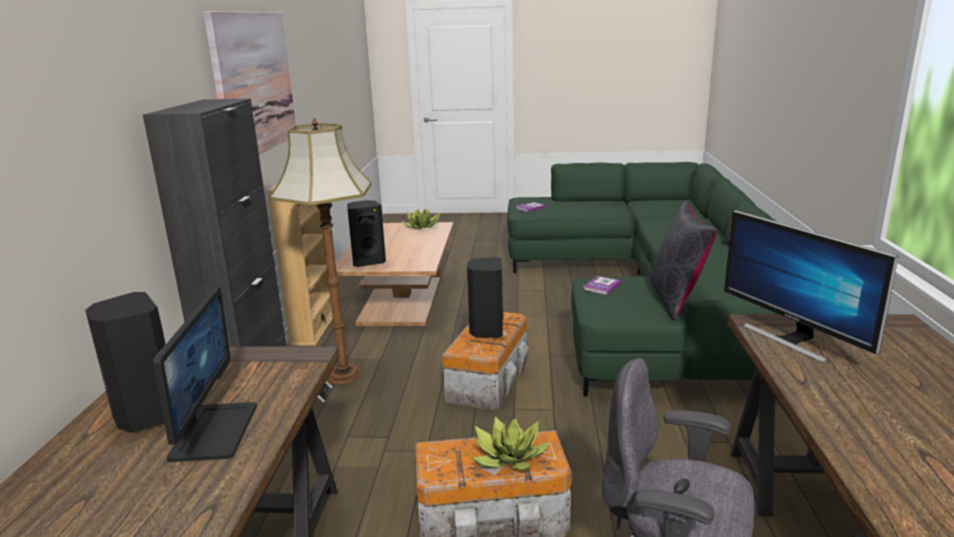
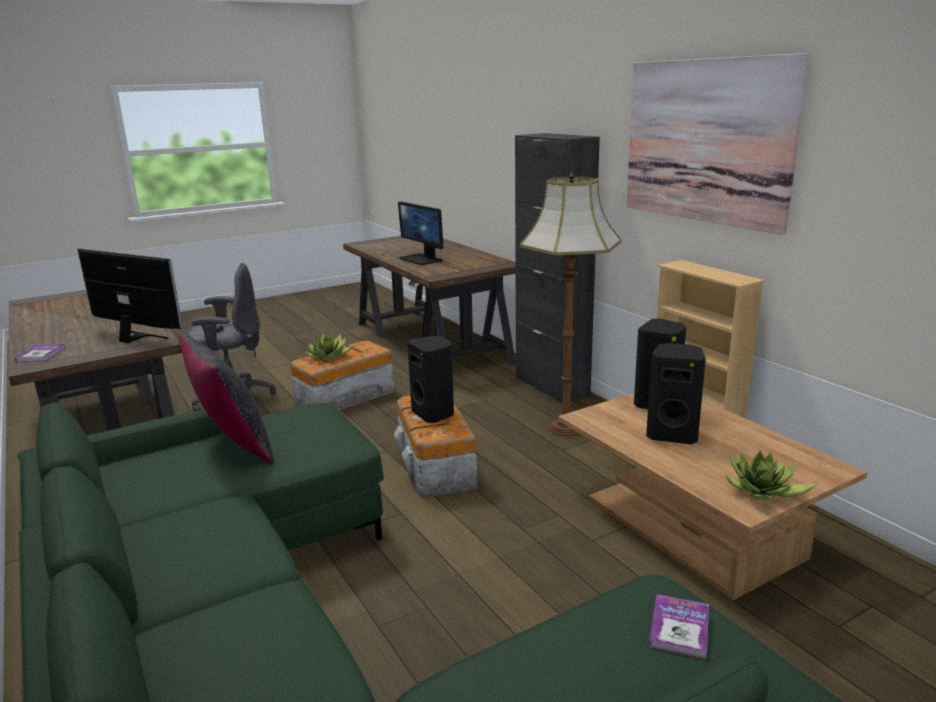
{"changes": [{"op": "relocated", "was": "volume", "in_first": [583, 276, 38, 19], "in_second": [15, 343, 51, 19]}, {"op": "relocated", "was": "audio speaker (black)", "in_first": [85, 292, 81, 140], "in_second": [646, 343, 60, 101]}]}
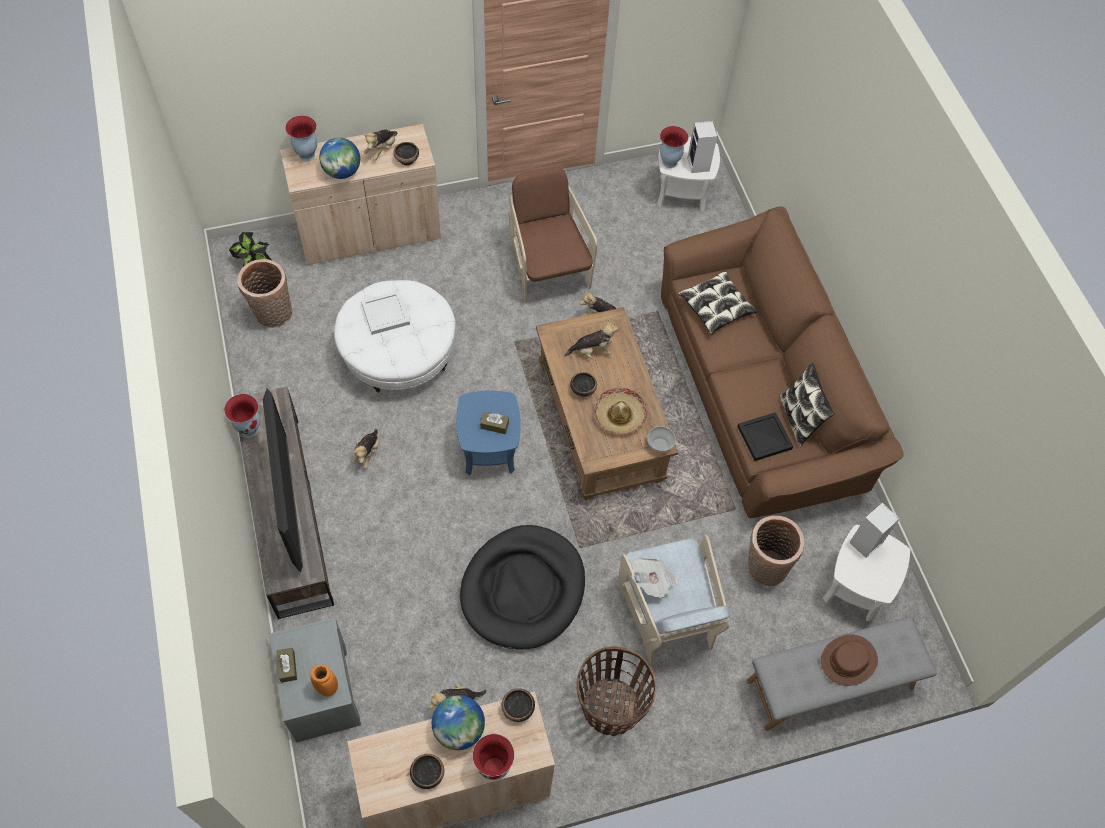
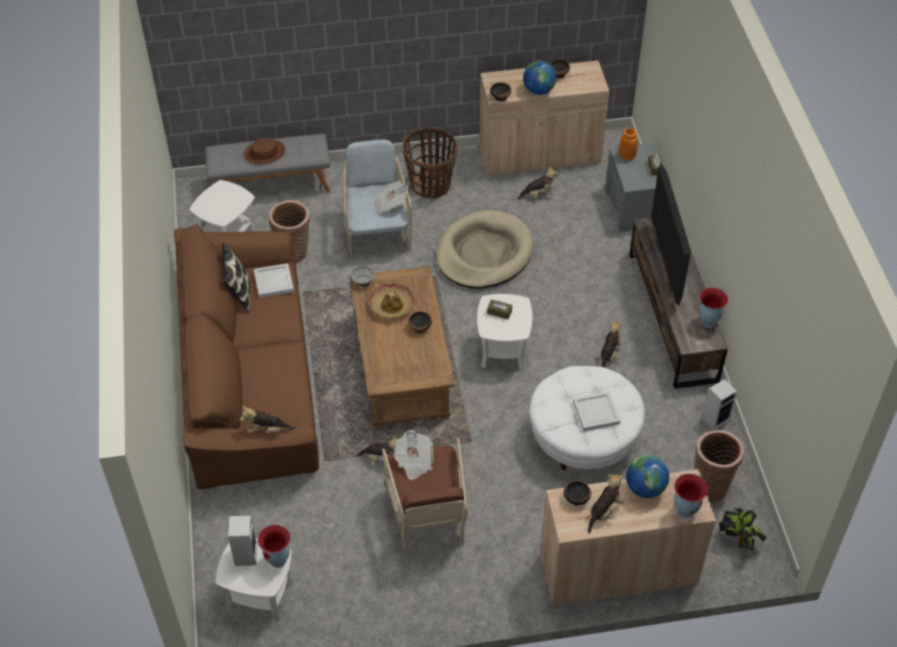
{"changes": [{"op": "relocated", "was": "soft toy", "in_first": [564, 320, 55, 38], "in_second": [240, 406, 56, 28]}, {"op": "colour", "was": "carrying tray (black)", "now": "carrying tray (white-coloured)", "in_first": [737, 412, 57, 49], "in_second": [254, 263, 40, 35]}, {"op": "appeared", "now": "newspaper", "in_second": [394, 430, 39, 50]}, {"op": "colour", "was": "dog cushion (black)", "now": "dog cushion (beige-coloured)", "in_first": [460, 525, 125, 124], "in_second": [436, 210, 98, 79]}, {"op": "colour", "was": "end table (blue)", "now": "end table (white-coloured)", "in_first": [456, 391, 65, 85], "in_second": [477, 294, 55, 76]}, {"op": "relocated", "was": "audio speaker", "in_first": [850, 503, 49, 55], "in_second": [702, 379, 35, 51]}, {"op": "missing", "was": "decorative vase", "in_first": [472, 734, 43, 46]}, {"op": "missing", "was": "cushion", "in_first": [678, 271, 80, 64]}]}
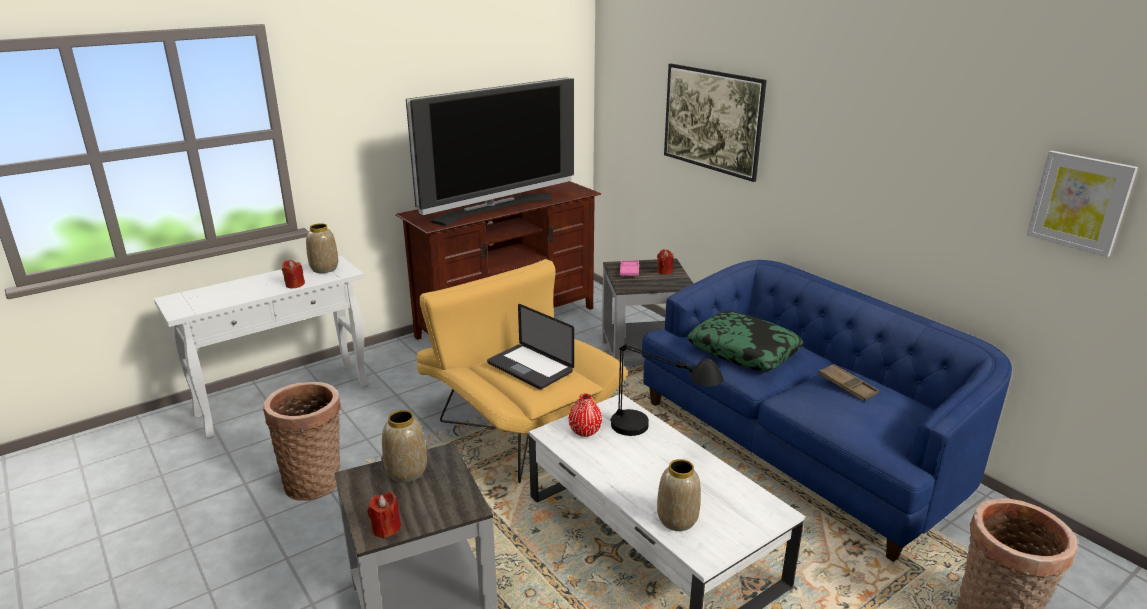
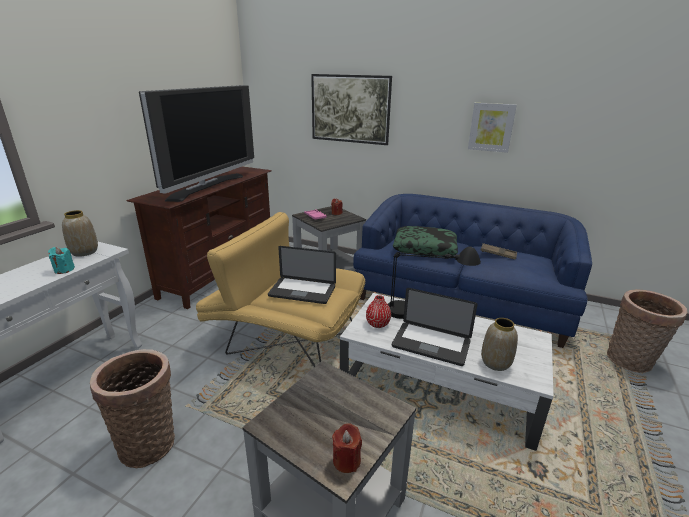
{"changes": [{"op": "colour", "was": "candle (red)", "now": "candle (turquoise-coloured)", "in_first": [282, 260, 23, 28], "in_second": [48, 247, 27, 27]}, {"op": "appeared", "now": "notebook computer", "in_second": [392, 288, 85, 78]}, {"op": "relocated", "was": "picture", "in_first": [1027, 151, 111, 106], "in_second": [468, 103, 49, 50]}, {"op": "missing", "was": "decorative vase", "in_first": [382, 410, 45, 73]}]}
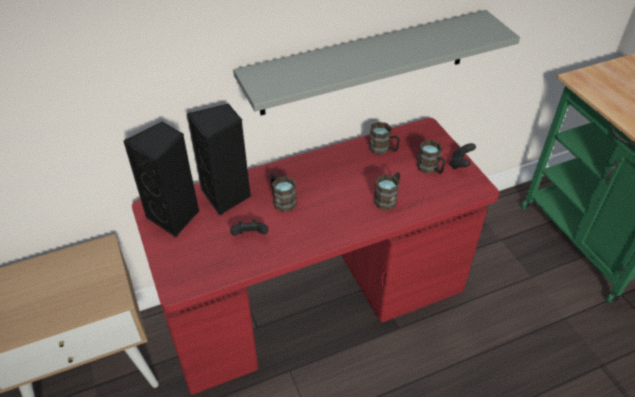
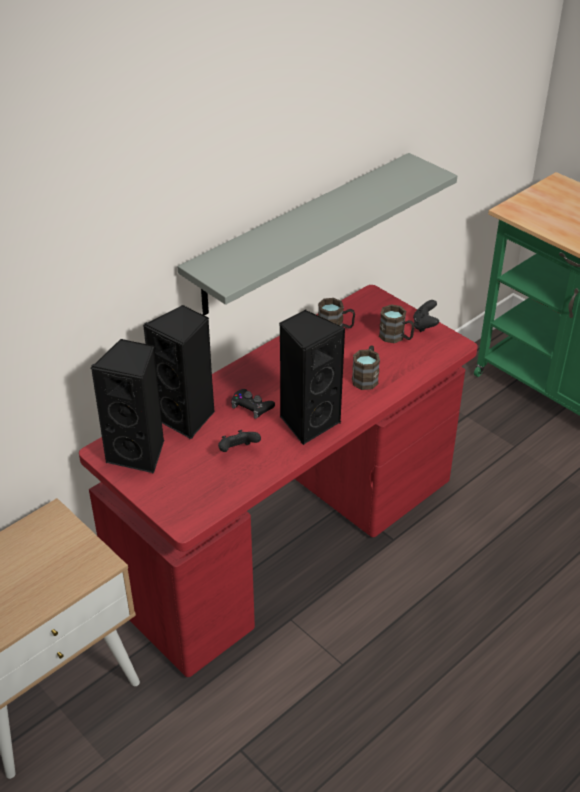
{"changes": [{"op": "exchanged", "was": "tea mug (brown-coloured)", "now": "game controller (black)", "in_first": [270, 174, 27, 38], "in_second": [231, 389, 44, 30]}, {"op": "appeared", "now": "audio speaker (black)", "in_second": [279, 310, 66, 135]}]}
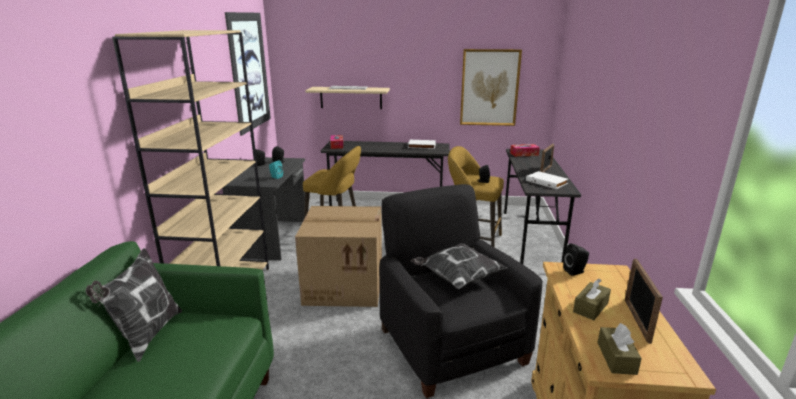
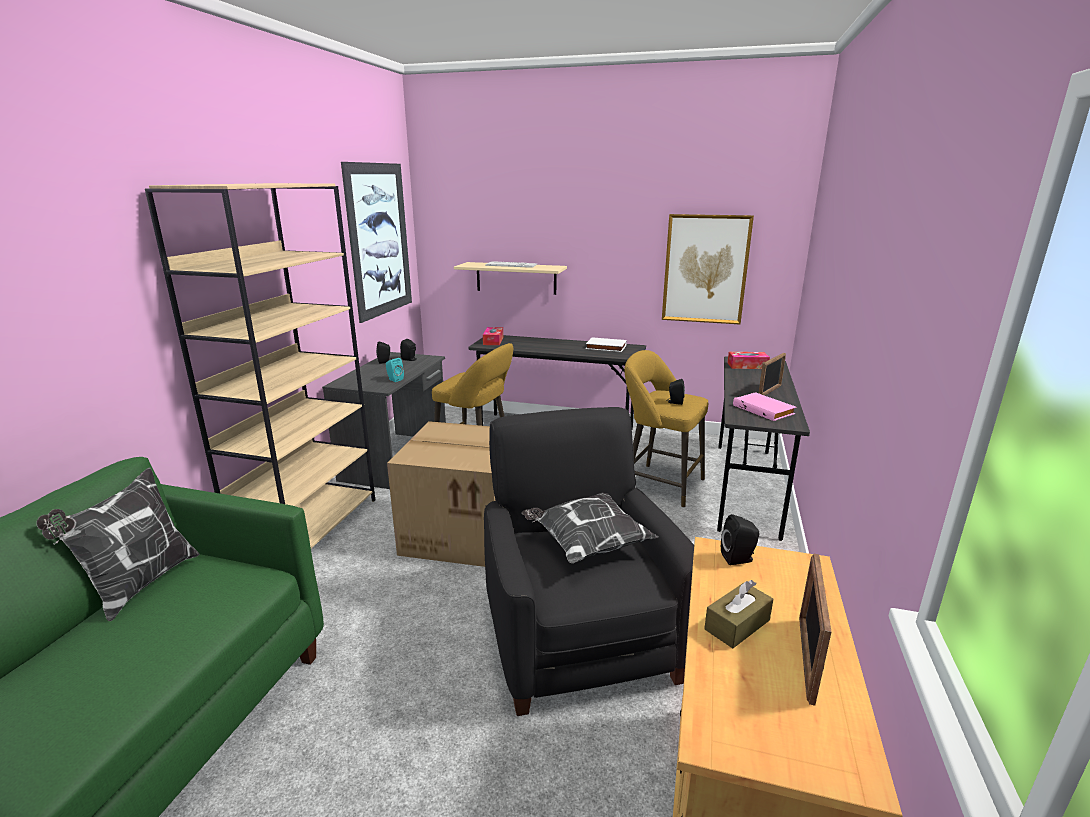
{"changes": [{"op": "colour", "was": "volume (white-coloured)", "now": "volume (pink)", "in_first": [526, 171, 42, 18], "in_second": [733, 392, 63, 29]}, {"op": "missing", "was": "tissue box (brown-coloured)", "in_first": [597, 323, 45, 52]}]}
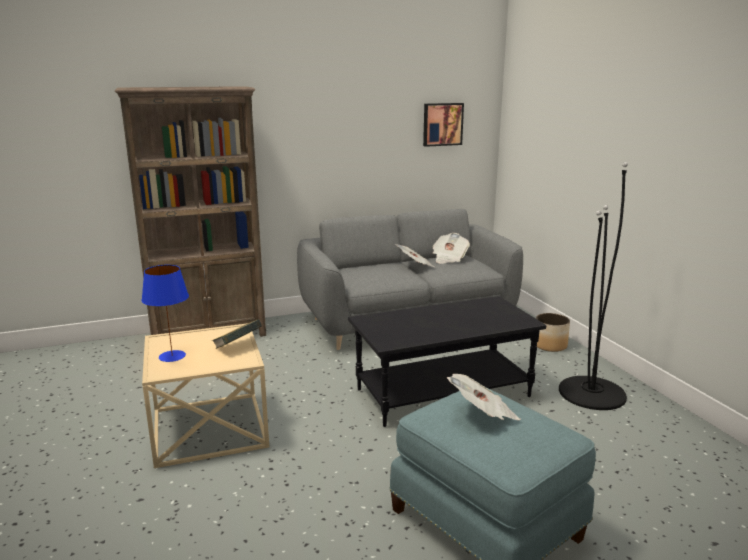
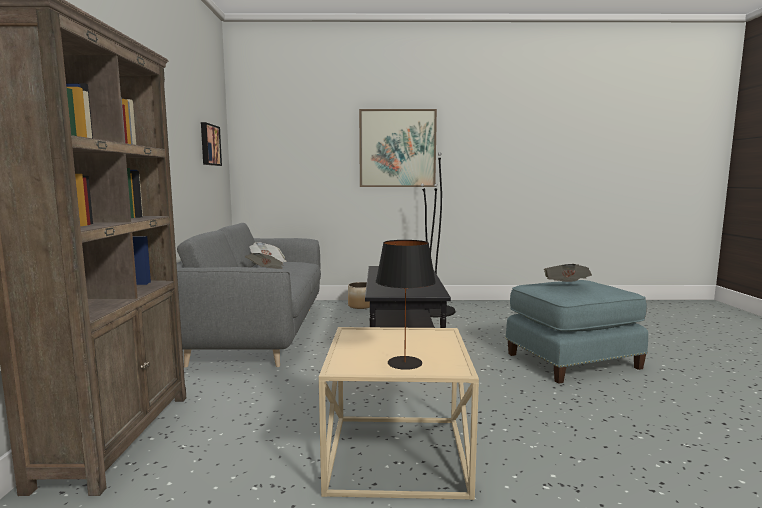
{"changes": [{"op": "appeared", "now": "picture", "in_second": [359, 109, 78, 78]}, {"op": "colour", "was": "tabletop lamp (blue)", "now": "tabletop lamp (black)", "in_first": [141, 265, 48, 97], "in_second": [376, 240, 60, 130]}, {"op": "missing", "was": "volume", "in_first": [212, 319, 50, 30]}]}
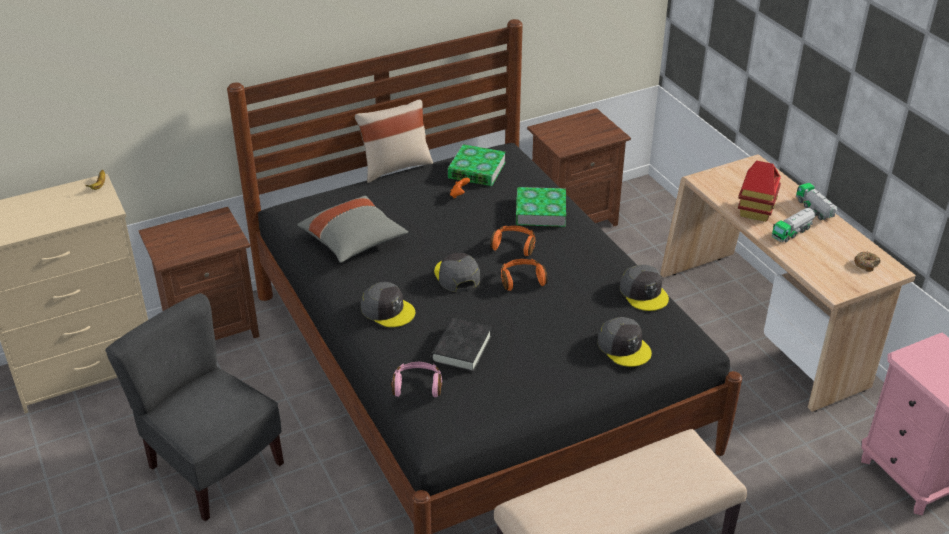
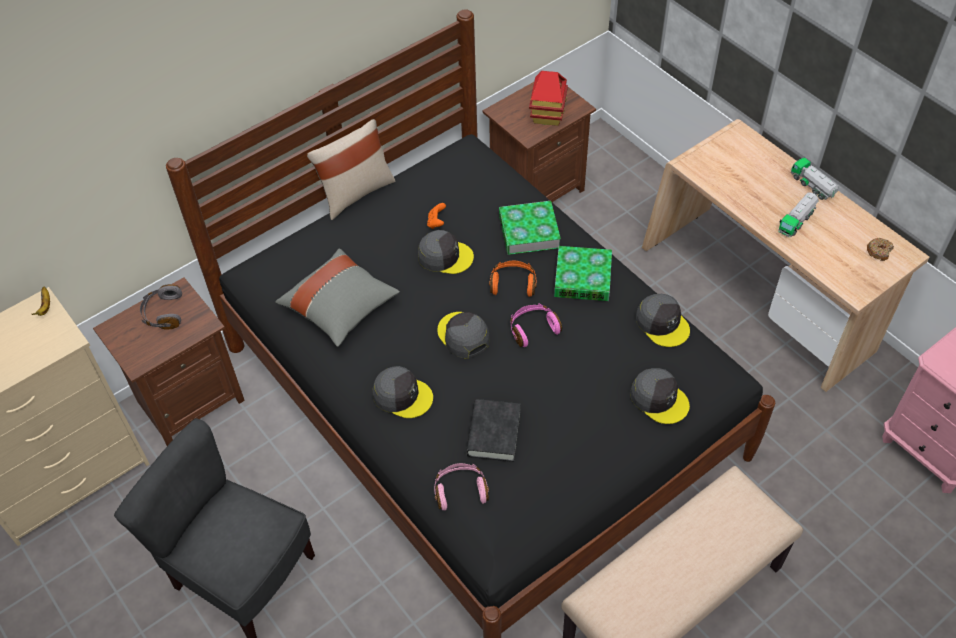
{"changes": [{"op": "appeared", "now": "headset (greyish)", "in_second": [140, 284, 42, 46]}, {"op": "appeared", "now": "baseball cap (greyish)", "in_second": [418, 230, 56, 44]}, {"op": "colour", "was": "headset (orange-coloured)", "now": "headset (pink)", "in_first": [501, 259, 47, 32], "in_second": [510, 303, 52, 44]}, {"op": "relocated", "was": "toy house", "in_first": [738, 161, 43, 61], "in_second": [529, 71, 39, 55]}, {"op": "relocated", "was": "volume", "in_first": [448, 144, 58, 42], "in_second": [554, 246, 58, 55]}]}
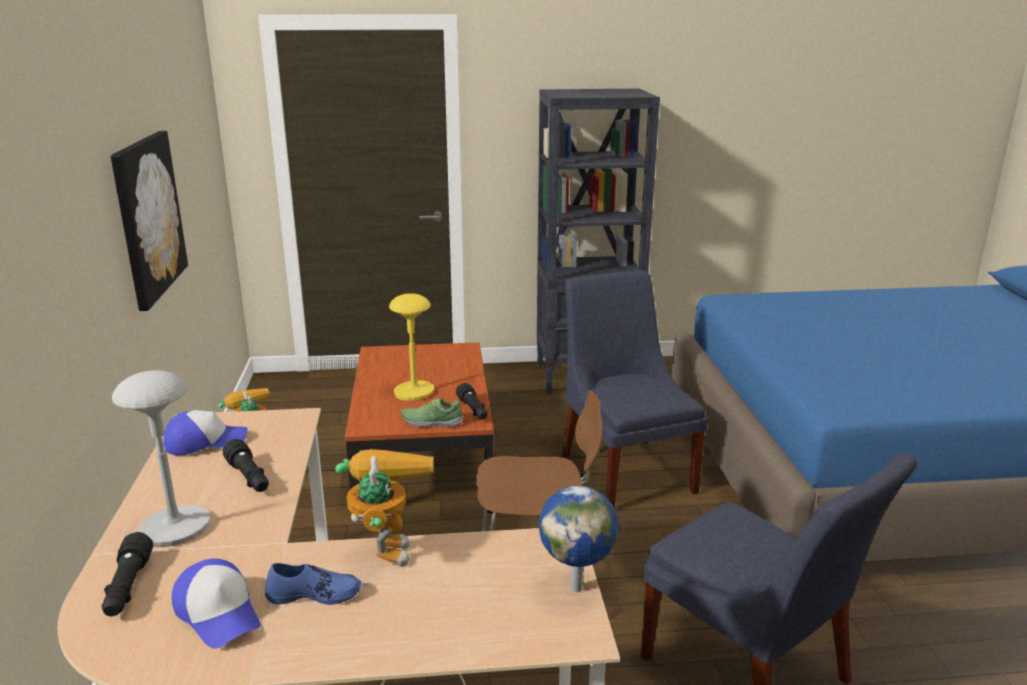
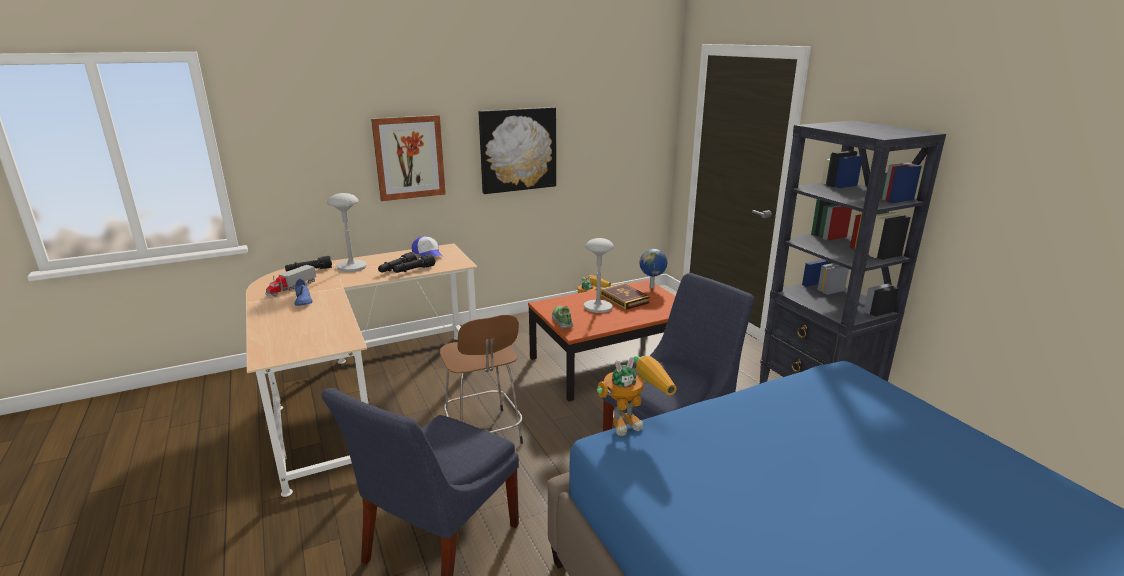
{"changes": [{"op": "exchanged", "was": "baseball cap", "now": "toy truck", "in_first": [172, 558, 89, 90], "in_second": [265, 265, 51, 32]}, {"op": "appeared", "now": "picture", "in_second": [371, 115, 75, 86]}, {"op": "relocated", "was": "torch (black)", "in_first": [456, 383, 32, 36], "in_second": [393, 254, 42, 19]}, {"op": "colour", "was": "tabletop lamp (yellow-coloured)", "now": "tabletop lamp (greyish)", "in_first": [389, 293, 45, 108], "in_second": [584, 238, 30, 75]}, {"op": "relocated", "was": "model robot", "in_first": [336, 449, 98, 118], "in_second": [597, 356, 80, 80]}, {"op": "appeared", "now": "volume", "in_second": [600, 283, 50, 27]}, {"op": "relocated", "was": "globe", "in_first": [539, 485, 80, 107], "in_second": [639, 249, 28, 39]}]}
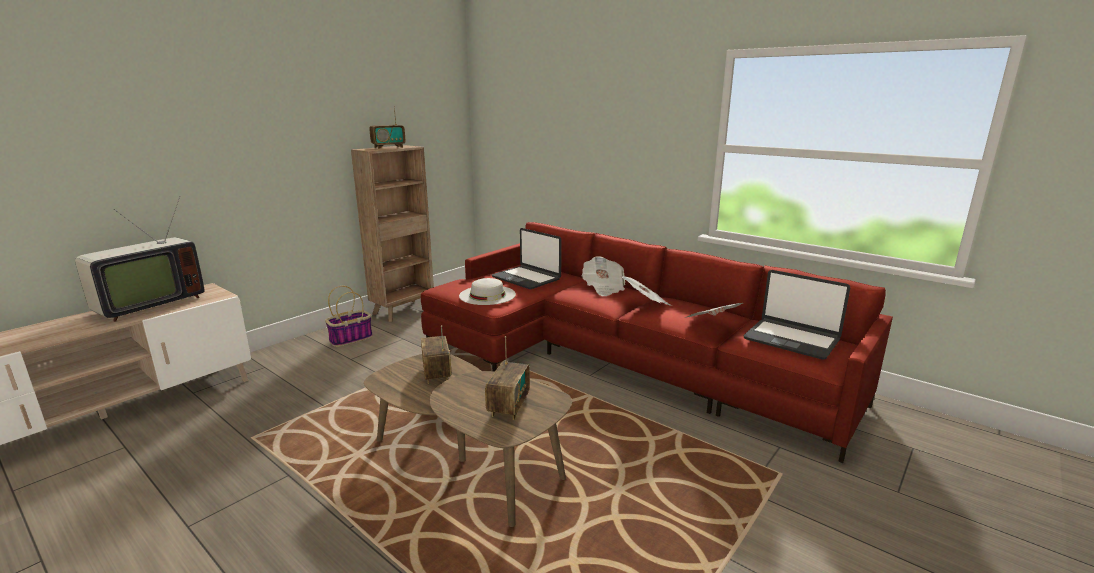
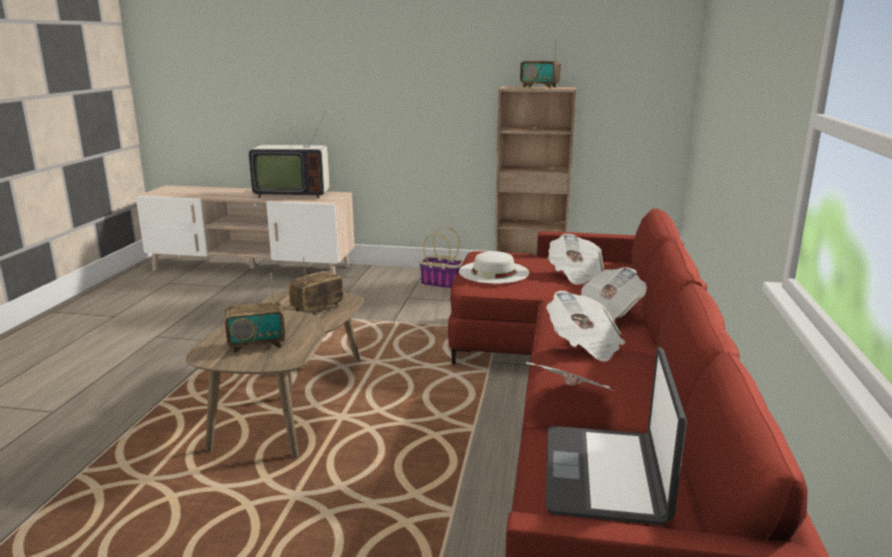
{"changes": [{"op": "exchanged", "was": "notebook computer", "now": "newspaper", "in_first": [492, 228, 70, 61], "in_second": [548, 234, 56, 51]}]}
